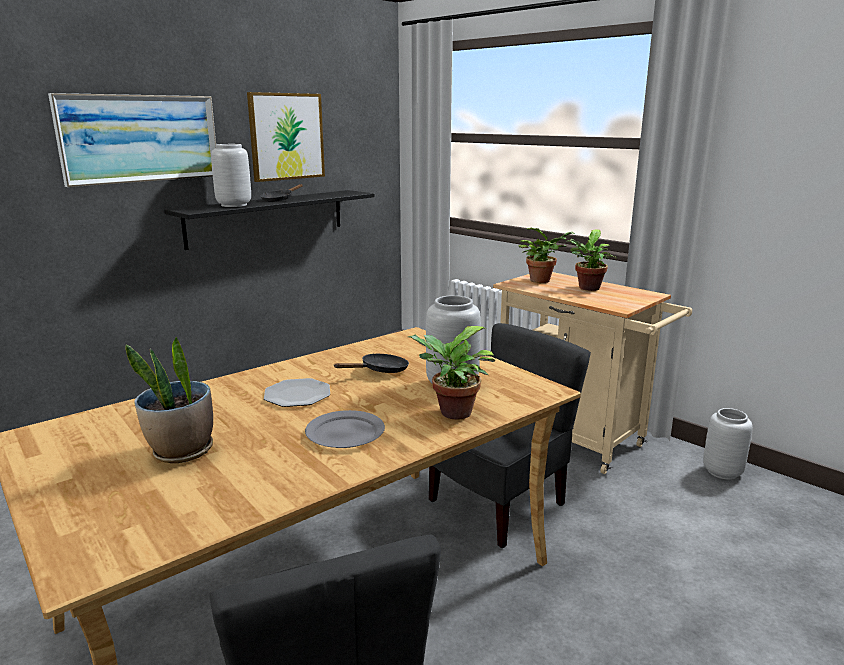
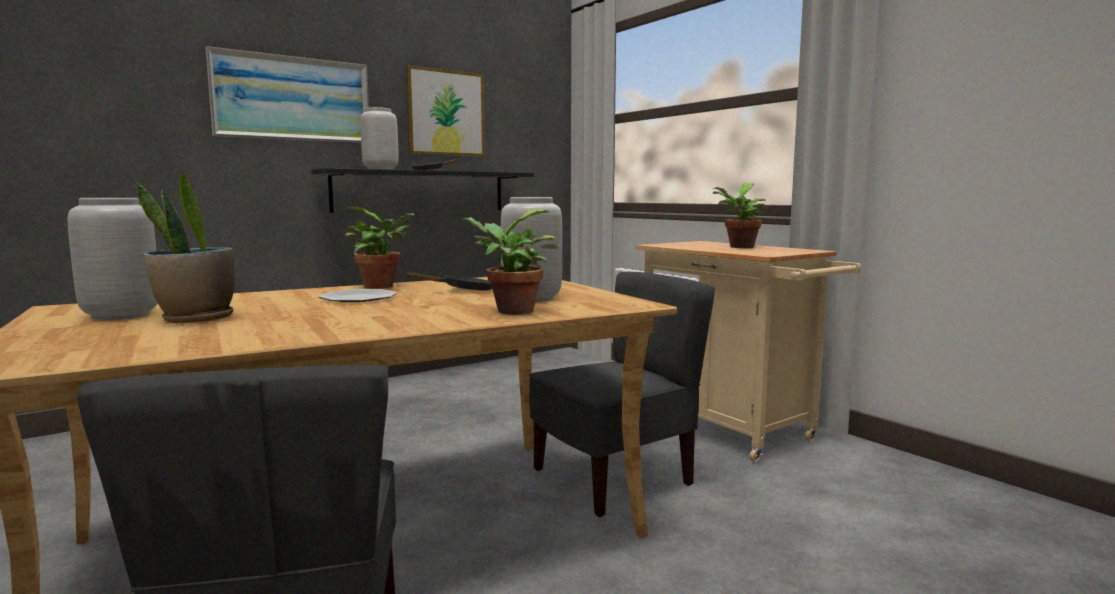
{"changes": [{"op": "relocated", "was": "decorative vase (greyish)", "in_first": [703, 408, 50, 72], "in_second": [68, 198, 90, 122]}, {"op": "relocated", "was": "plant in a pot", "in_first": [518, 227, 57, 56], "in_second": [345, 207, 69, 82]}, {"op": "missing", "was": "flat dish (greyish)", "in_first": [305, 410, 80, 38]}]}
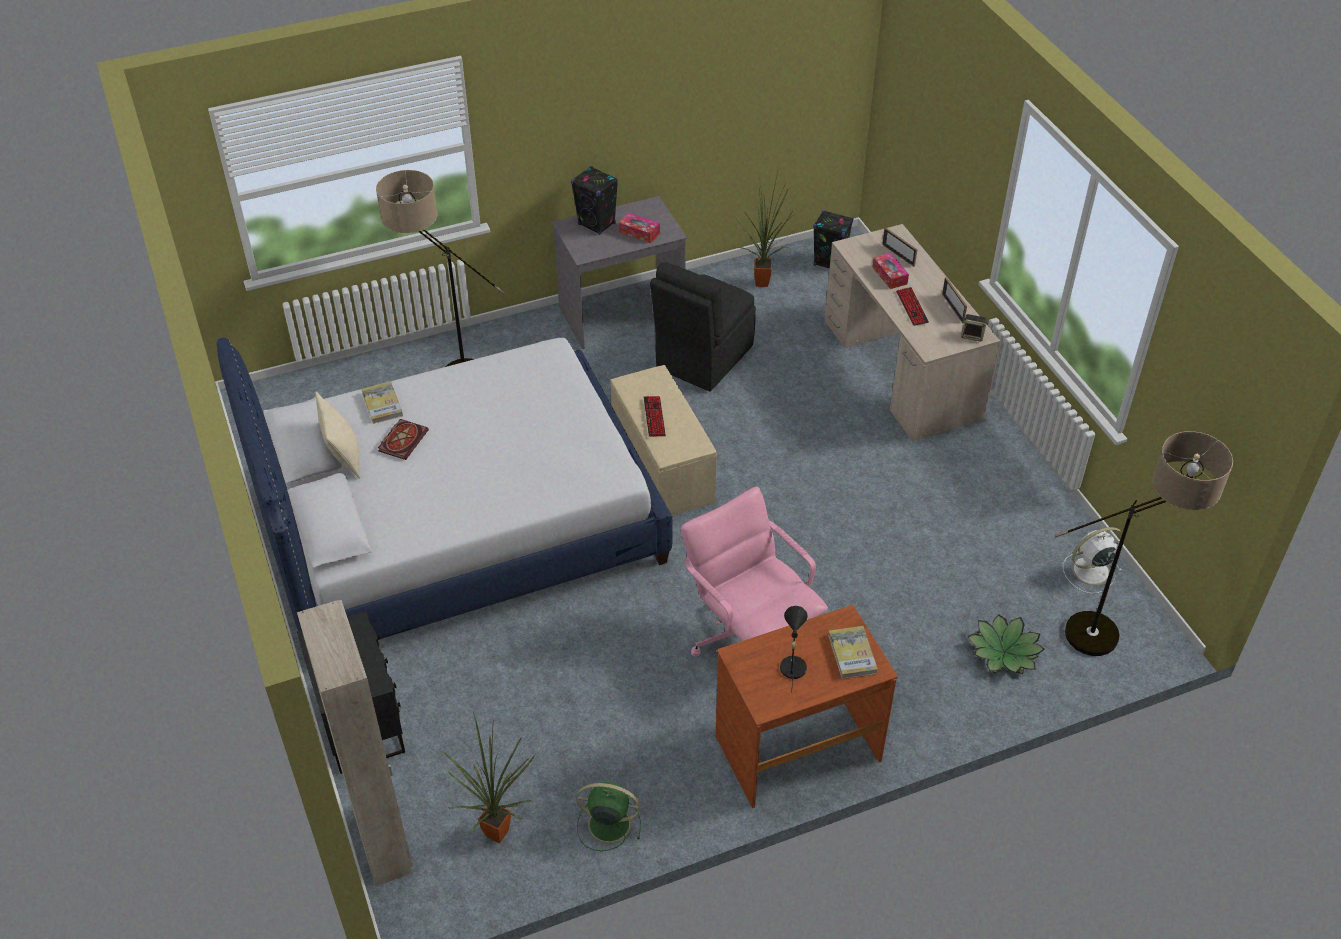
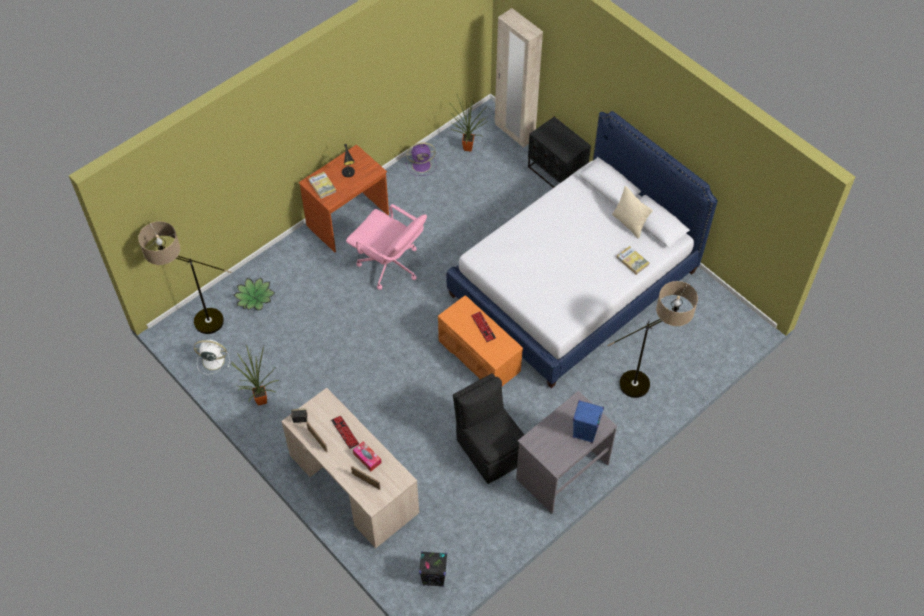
{"changes": [{"op": "spun", "was": "fan (white-coloured)", "in_first": [1063, 527, 59, 67], "in_second": [194, 340, 36, 34], "clockwise": -135}, {"op": "relocated", "was": "plant in a pot", "in_first": [734, 168, 59, 119], "in_second": [230, 345, 49, 61]}, {"op": "colour", "was": "fan (greenish)", "now": "fan (purplish)", "in_first": [577, 782, 64, 69], "in_second": [406, 142, 30, 34]}, {"op": "colour", "was": "indoor bench (beige-coloured)", "now": "indoor bench (orange-coloured)", "in_first": [610, 365, 107, 151], "in_second": [438, 295, 85, 91]}, {"op": "spun", "was": "upright chair (black)", "in_first": [650, 262, 106, 129], "in_second": [453, 373, 71, 111], "clockwise": -45}, {"op": "colour", "was": "audio speaker (black)", "now": "audio speaker (blue)", "in_first": [571, 166, 47, 69], "in_second": [573, 400, 31, 44]}, {"op": "missing", "was": "volume", "in_first": [378, 419, 51, 41]}, {"op": "missing", "was": "tissue box", "in_first": [619, 212, 41, 32]}]}
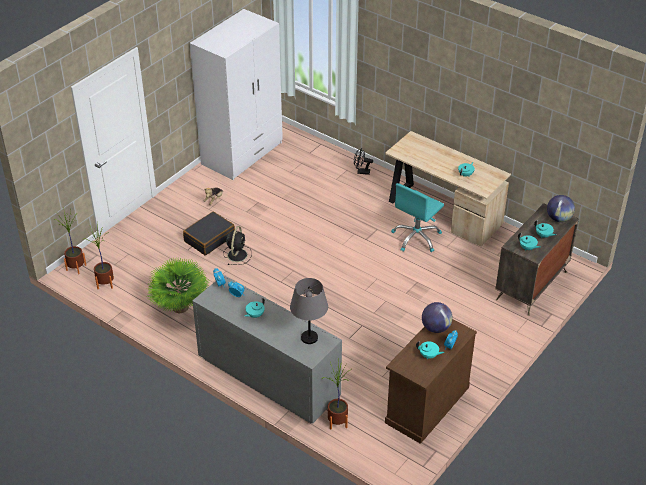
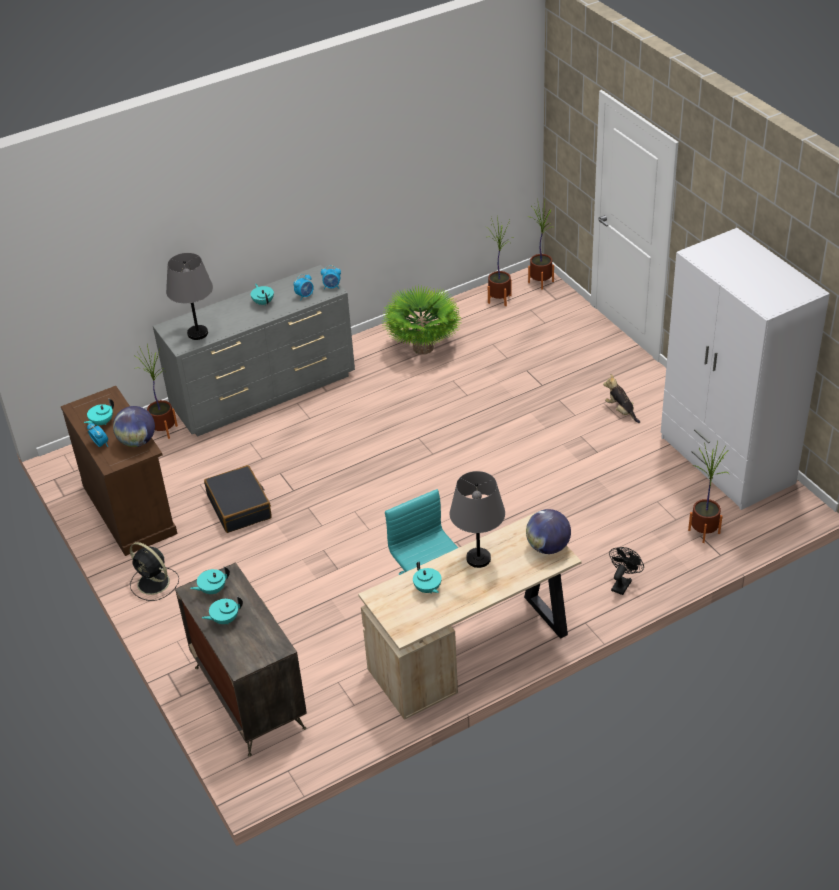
{"changes": [{"op": "relocated", "was": "fan (black)", "in_first": [223, 226, 29, 39], "in_second": [130, 542, 49, 59]}, {"op": "relocated", "was": "suitcase (black)", "in_first": [183, 211, 52, 44], "in_second": [204, 465, 68, 68]}, {"op": "appeared", "now": "tabletop lamp (greyish)", "in_second": [450, 471, 55, 97]}, {"op": "relocated", "was": "globe", "in_first": [547, 195, 28, 27], "in_second": [526, 509, 45, 45]}, {"op": "appeared", "now": "plant in a pot", "in_second": [688, 441, 42, 102]}]}
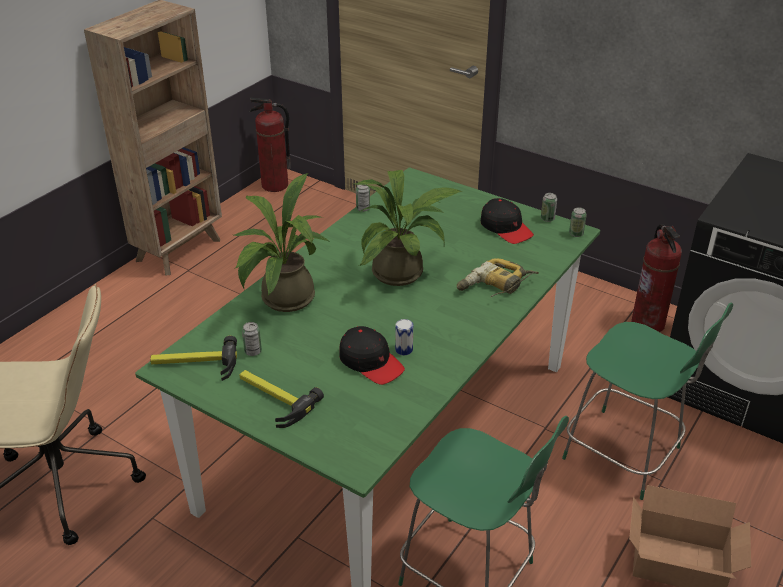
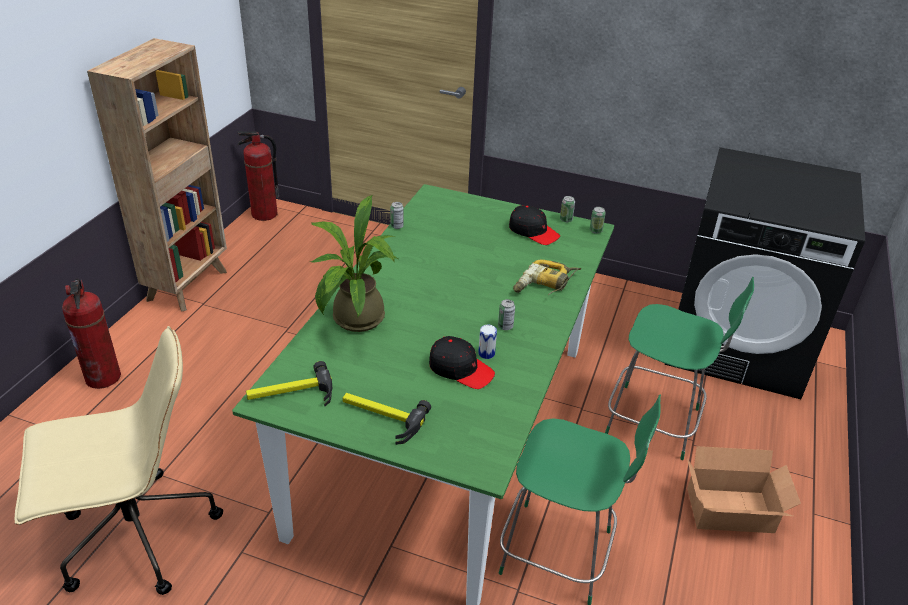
{"changes": [{"op": "relocated", "was": "extinguisher", "in_first": [631, 224, 51, 108], "in_second": [62, 279, 59, 110]}, {"op": "relocated", "was": "can", "in_first": [242, 322, 20, 34], "in_second": [498, 299, 17, 31]}, {"op": "missing", "was": "plant in a pot", "in_first": [354, 170, 109, 116]}]}
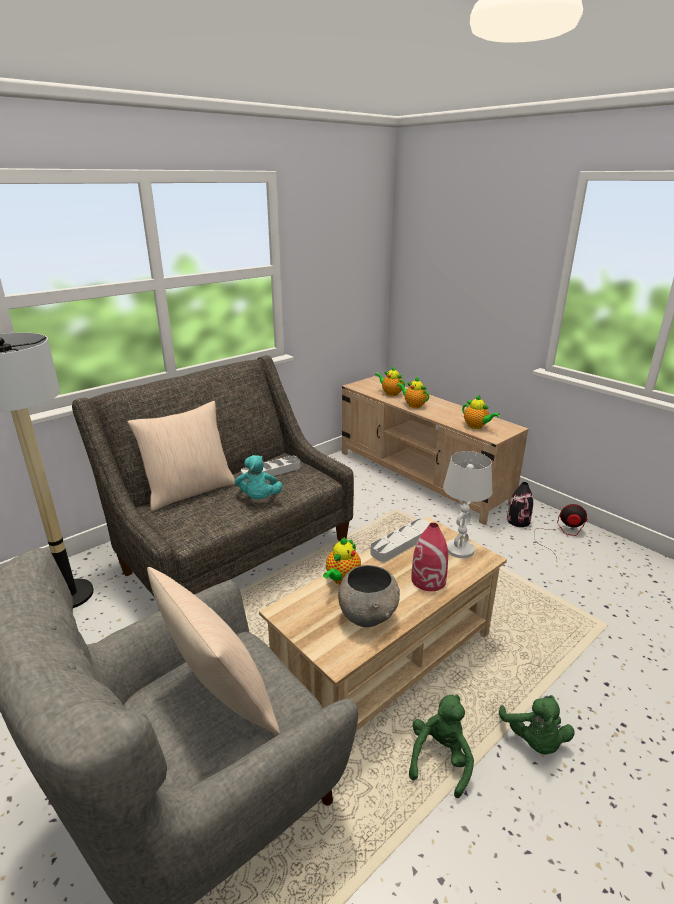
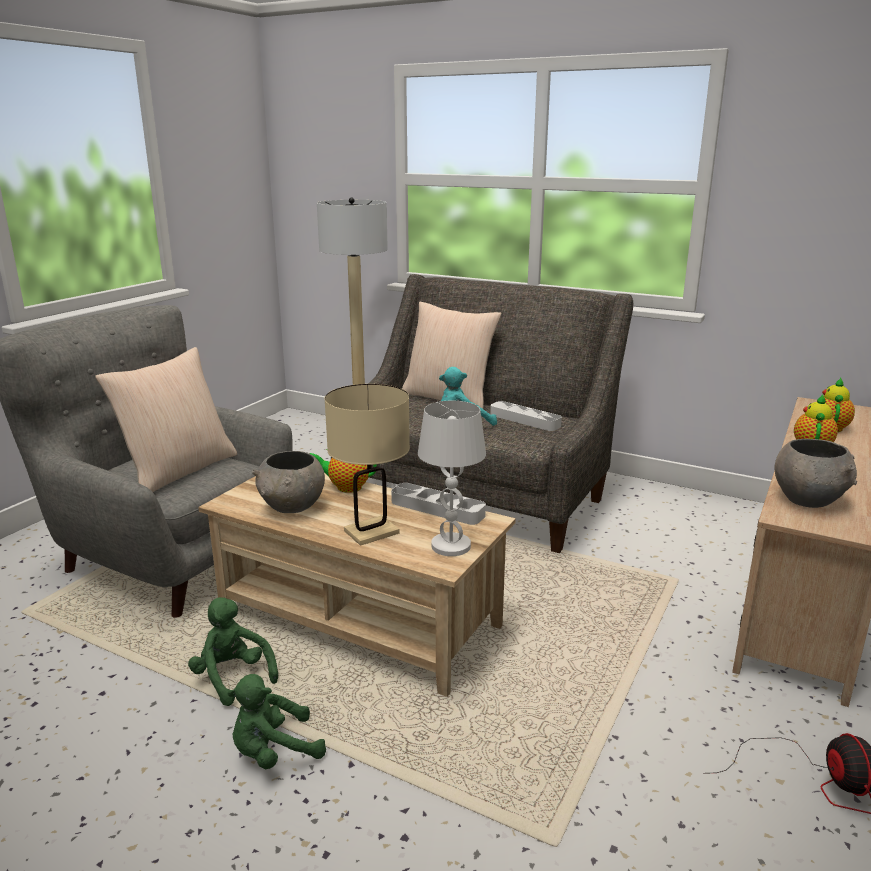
{"changes": [{"op": "spun", "was": "soft toy (greenish)", "in_first": [409, 695, 65, 103], "in_second": [188, 597, 90, 109], "clockwise": -135}, {"op": "exchanged", "was": "decorative vase (red)", "now": "tabletop lamp (beige-coloured)", "in_first": [411, 523, 37, 68], "in_second": [325, 384, 85, 162]}, {"op": "exchanged", "was": "pot for tea", "now": "bowl (greyish)", "in_first": [462, 395, 38, 34], "in_second": [774, 439, 83, 69]}, {"op": "missing", "was": "decorative vase (black)", "in_first": [507, 482, 26, 45]}]}
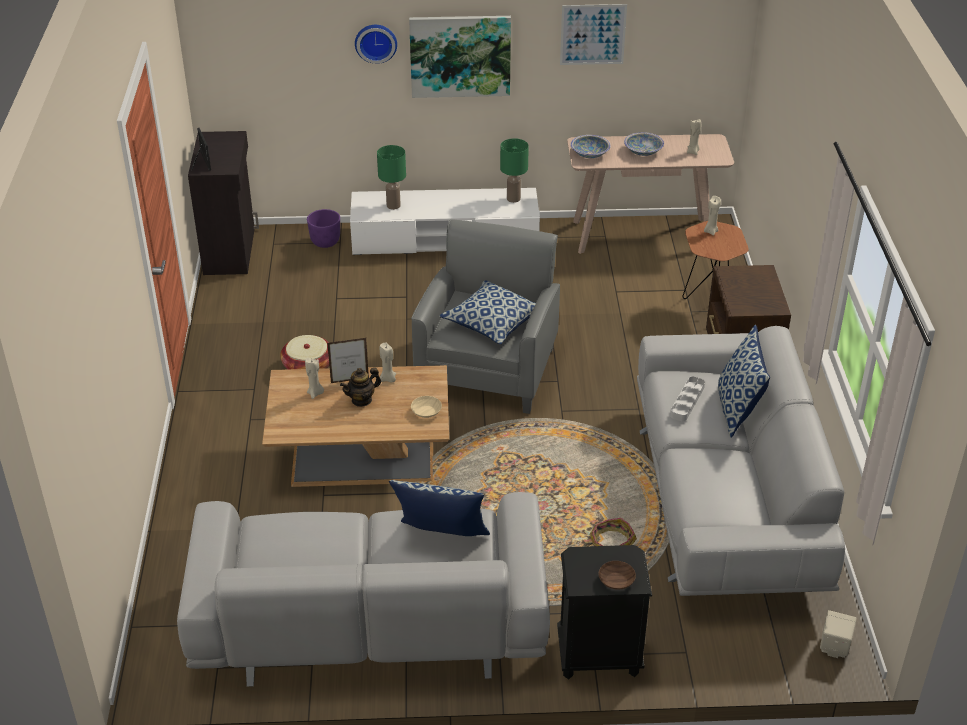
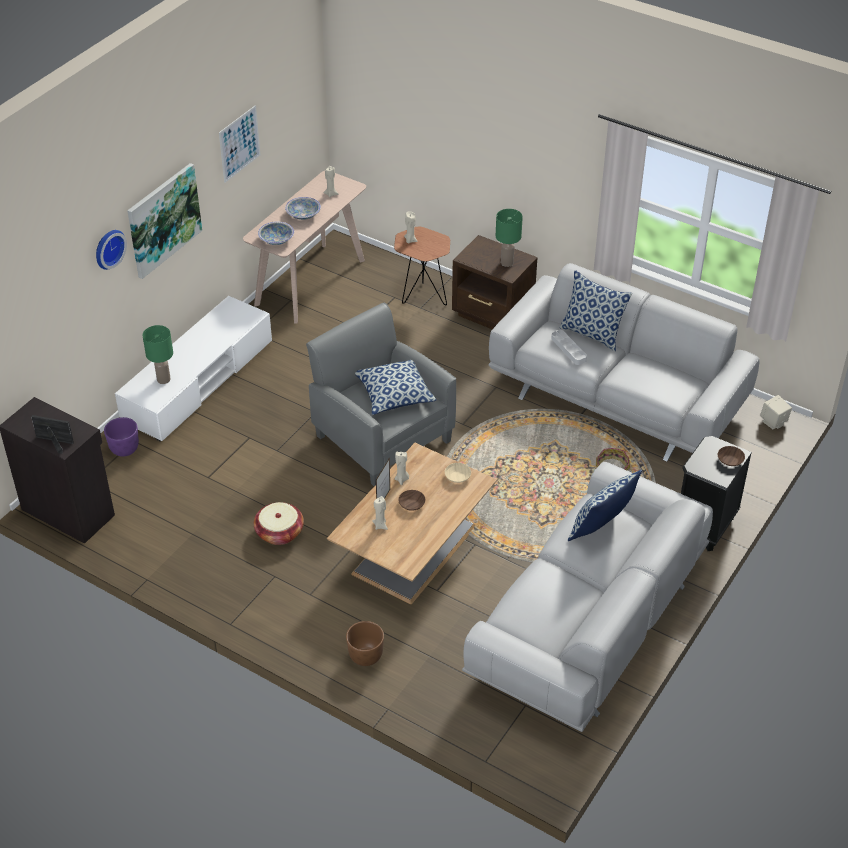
{"changes": [{"op": "appeared", "now": "plant pot (brown-coloured)", "in_second": [346, 621, 38, 45]}, {"op": "exchanged", "was": "pot for tea", "now": "bowl (brown-coloured)", "in_first": [340, 368, 41, 39], "in_second": [398, 490, 28, 21]}, {"op": "relocated", "was": "tabletop lamp (greenish)", "in_first": [500, 138, 29, 65], "in_second": [496, 209, 27, 58]}]}
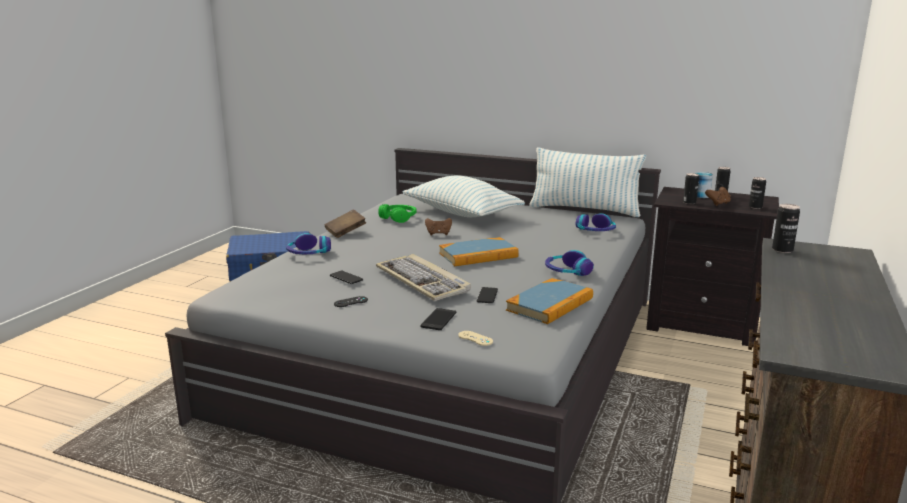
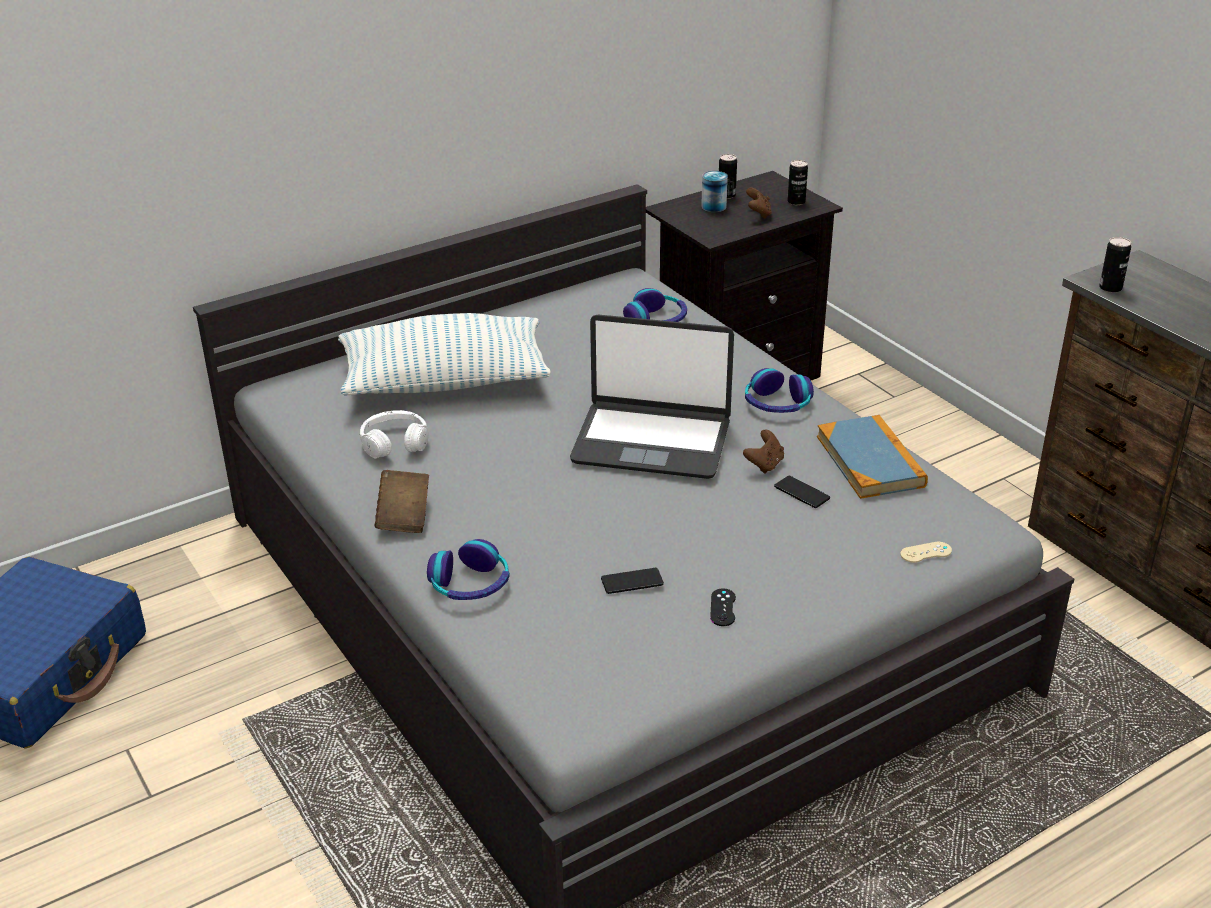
{"changes": [{"op": "colour", "was": "headset (greenish)", "now": "headset (white-coloured)", "in_first": [378, 204, 39, 19], "in_second": [360, 410, 69, 48]}, {"op": "exchanged", "was": "volume", "now": "notebook computer", "in_first": [439, 237, 80, 29], "in_second": [570, 314, 164, 165]}, {"op": "relocated", "was": "game controller (brown-coloured)", "in_first": [425, 218, 27, 18], "in_second": [743, 430, 41, 44]}, {"op": "missing", "was": "keyboard", "in_first": [376, 254, 95, 47]}, {"op": "missing", "was": "handset", "in_first": [420, 308, 36, 22]}, {"op": "missing", "was": "cushion", "in_first": [529, 147, 118, 70]}, {"op": "missing", "was": "can", "in_first": [683, 173, 16, 31]}]}
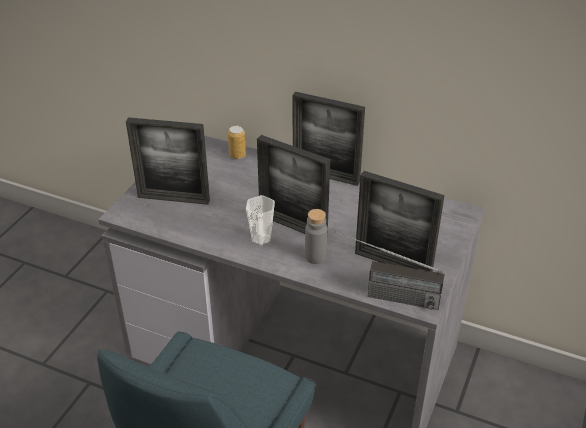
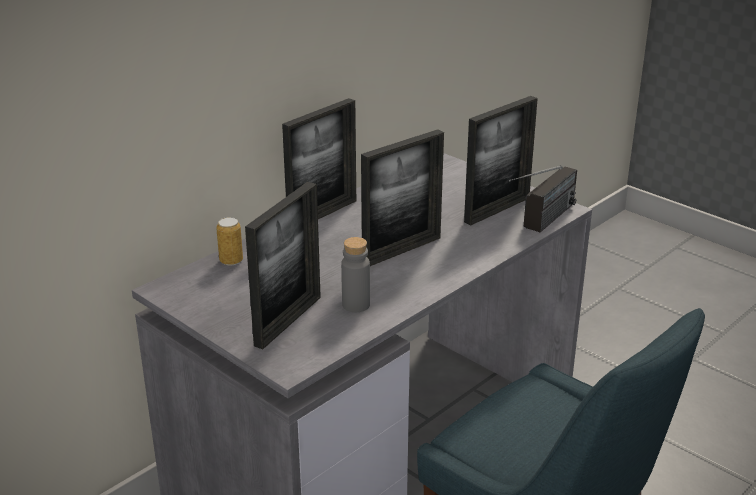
{"changes": [{"op": "relocated", "was": "bottle (greyish)", "in_first": [305, 209, 22, 55], "in_second": [341, 237, 29, 75]}, {"op": "missing", "was": "cup", "in_first": [246, 195, 29, 51]}]}
